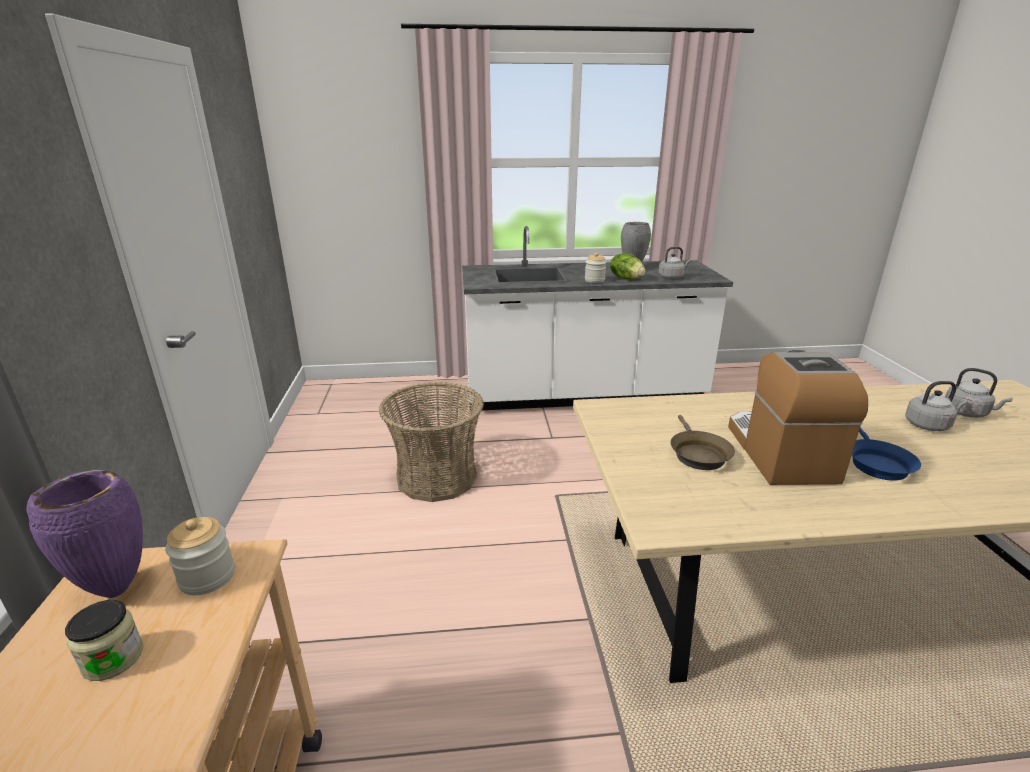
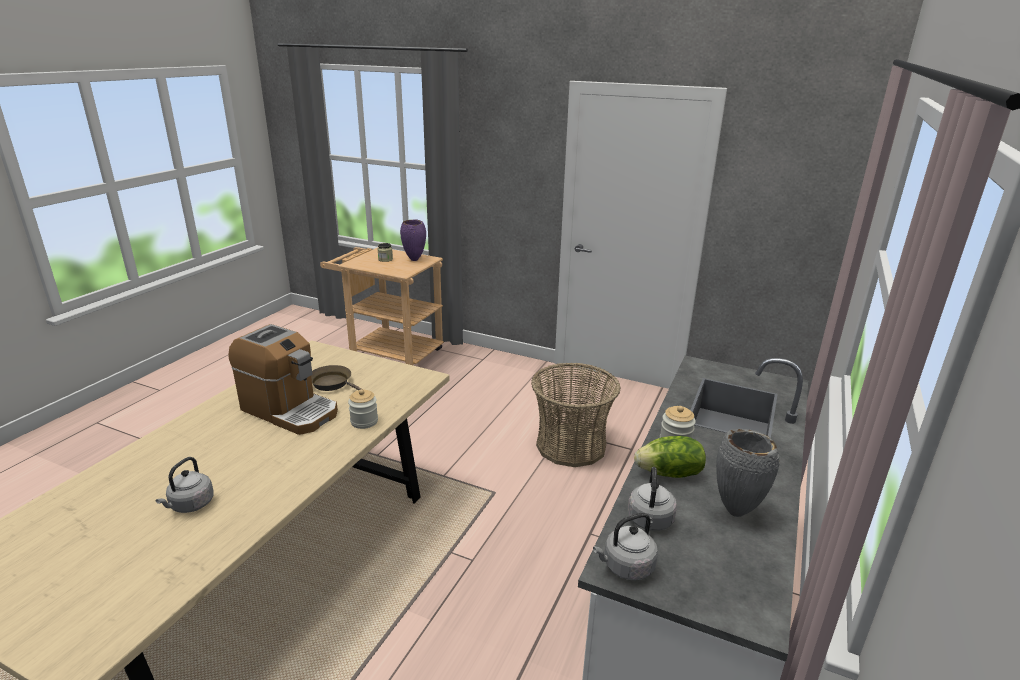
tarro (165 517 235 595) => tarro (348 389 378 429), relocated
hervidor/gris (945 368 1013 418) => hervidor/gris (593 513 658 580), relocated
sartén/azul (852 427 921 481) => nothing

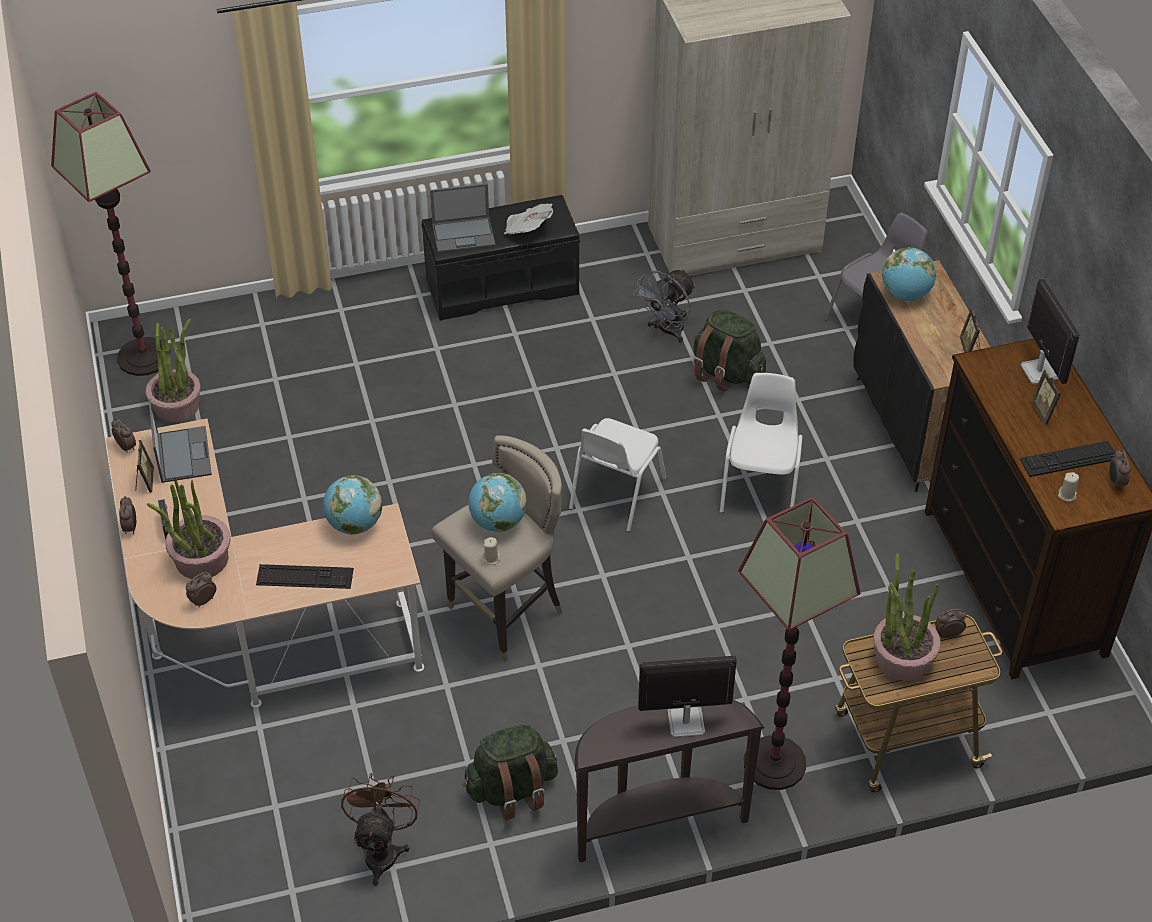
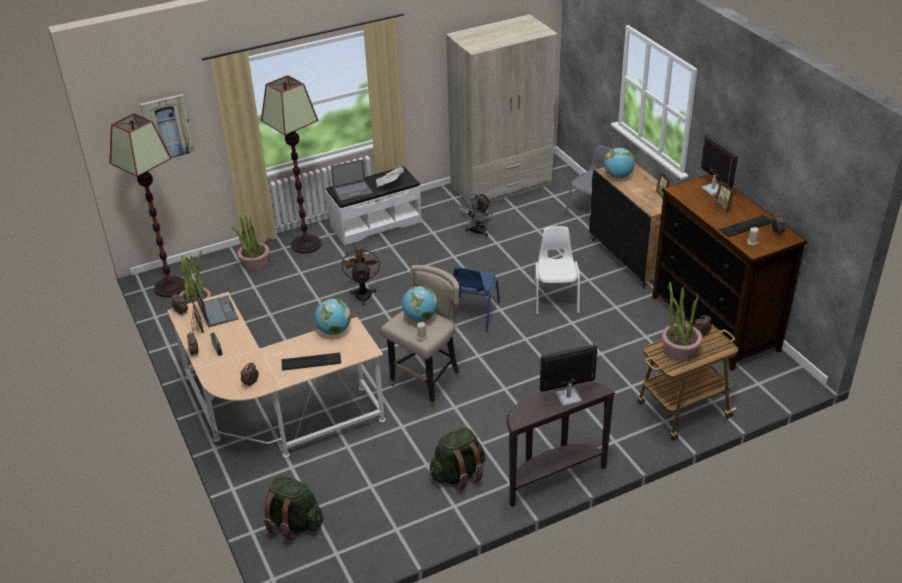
nothing => cuadro (140 94 195 158)
planta en maceta (147 476 230 579) => planta en maceta (231 216 269 271), relocated
lámpara de pie (738 497 860 790) => lámpara de pie (261 75 322 254), relocated
mochila/verde (693 309 766 392) => mochila/verde (263 477 323 541), relocated
banco/negro (421 195 580 321) => banco/blanco (326 166 422 245)
ventilador/marrón (341 773 420 886) => ventilador/marrón (342 246 380 306), relocated
silla/blanco (569 418 666 532) => silla/azul (453 267 500 332)

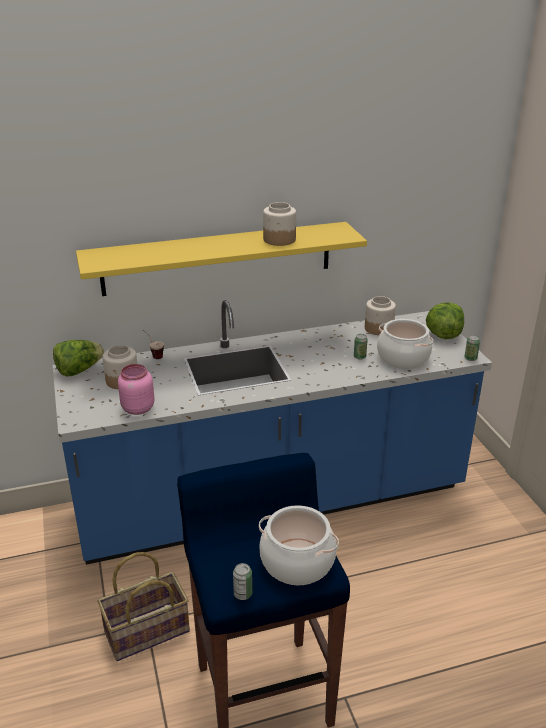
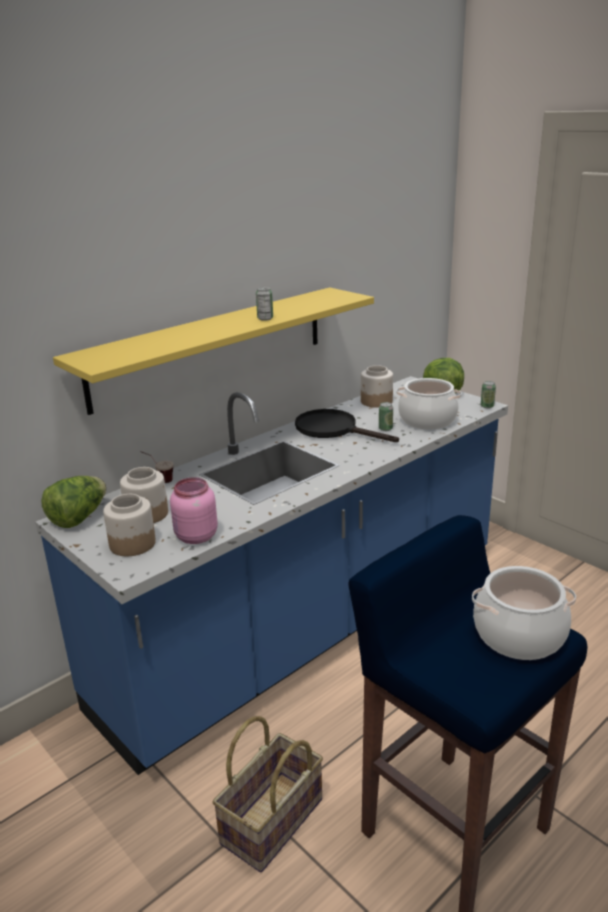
tarro (263 202 296 246) => tarro (103 494 156 556), relocated
lata (233 563 252 600) => lata (256 287 273 321), relocated
nothing => sartén/negro (295 409 399 442)

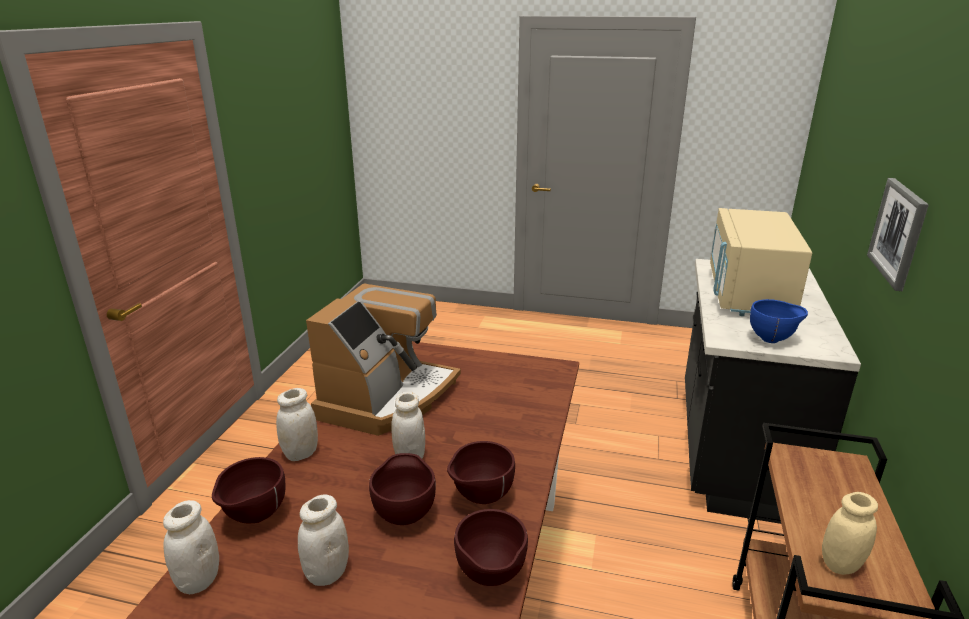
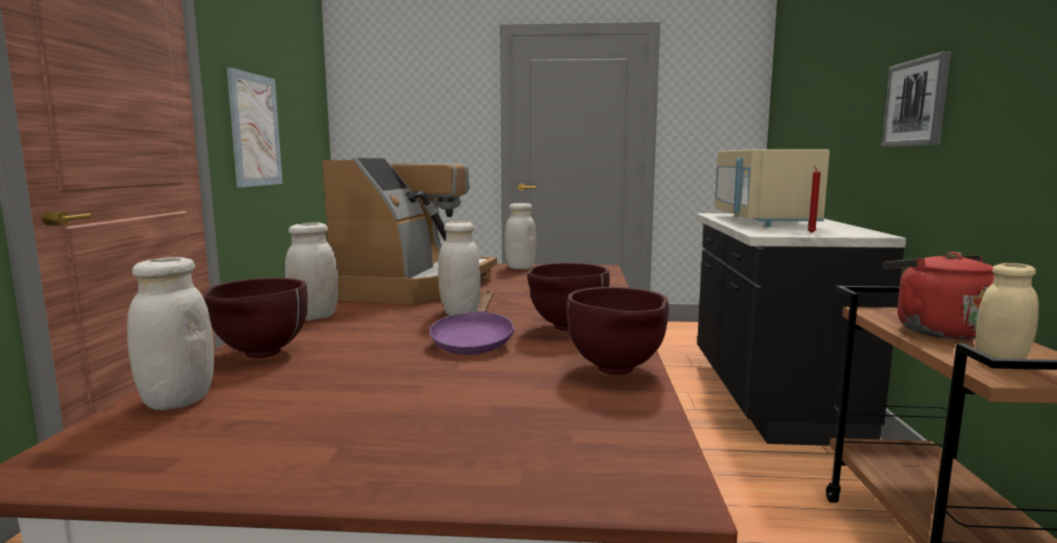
nothing => cuadro (227 67 283 187)
cuenco/marrón (369 453 436 525) => sartén/morado (429 291 515 355)
tarro/blanco (298 494 349 586) => tarro/blanco (504 203 536 269), relocated
cuenco/azul (750 299 808 343) => vela/rojo (808 165 821 233)
nothing => hervidor/rojo (884 252 995 340)

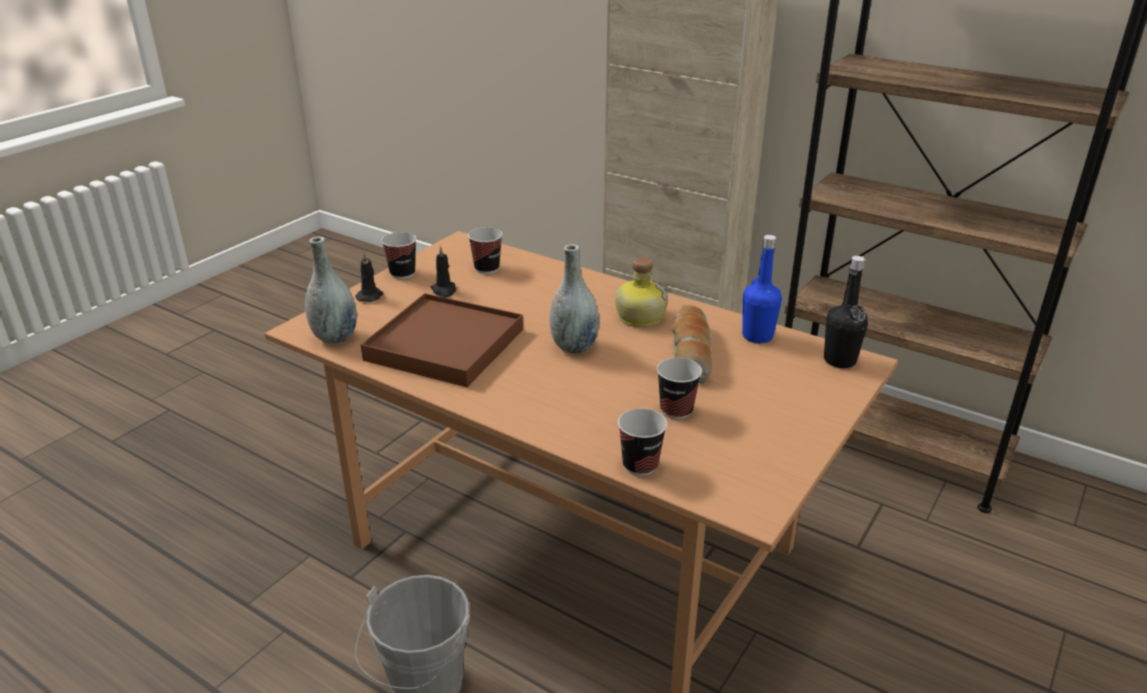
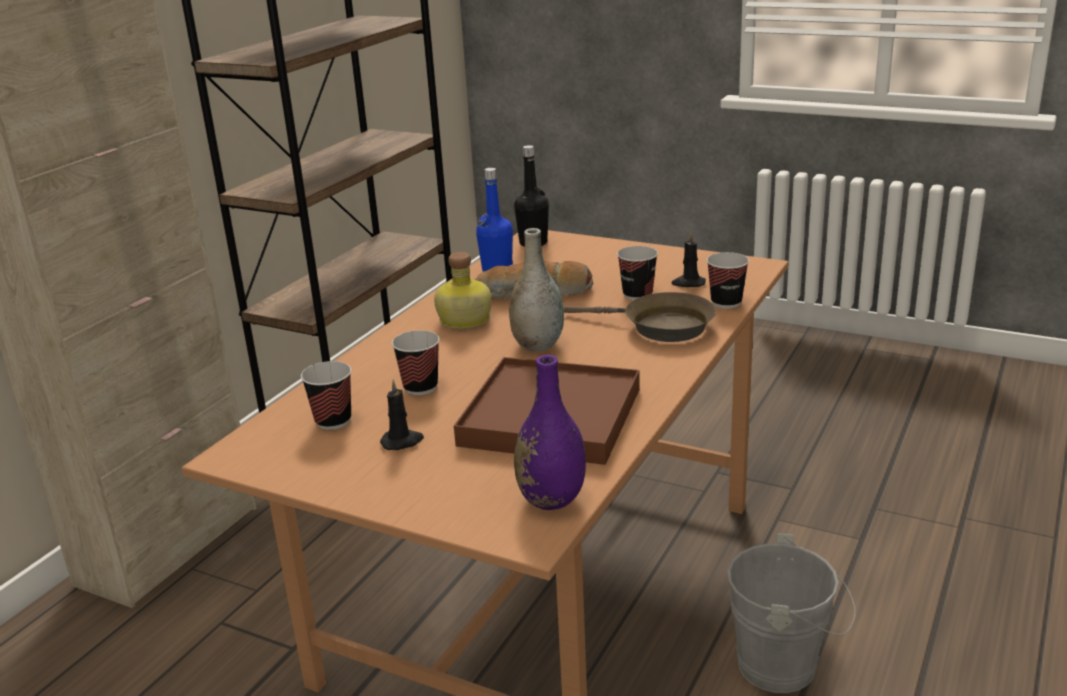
taza (381 232 417 279) => taza (392 330 440 395), relocated
florero/gris (305 237 357 344) => florero/morado (514 355 586 510)
nothing => sartén/marrón (564 292 716 342)
vela/negro (356 252 383 302) => vela/negro (672 232 706 287), relocated

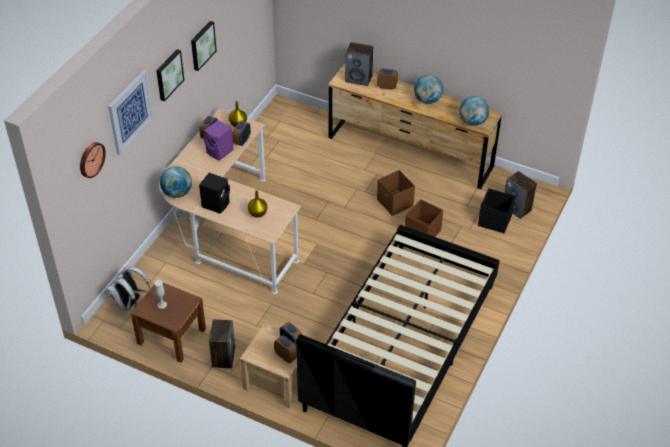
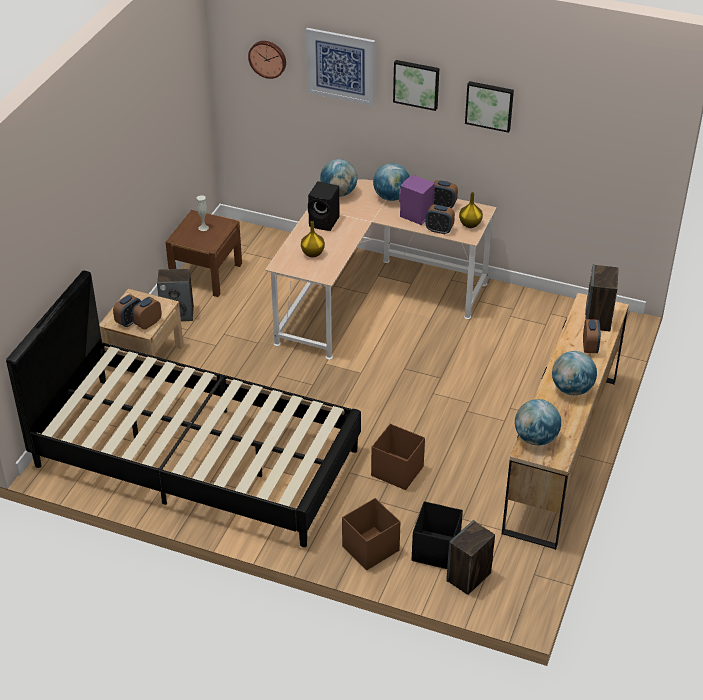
caja de almacenaje/marrón (377 170 415 216) => caja de almacenaje/marrón (342 498 400 570), relocated
nothing => globo terráqueo (373 163 410 201)
mochila/blanco (106 264 150 311) => nothing

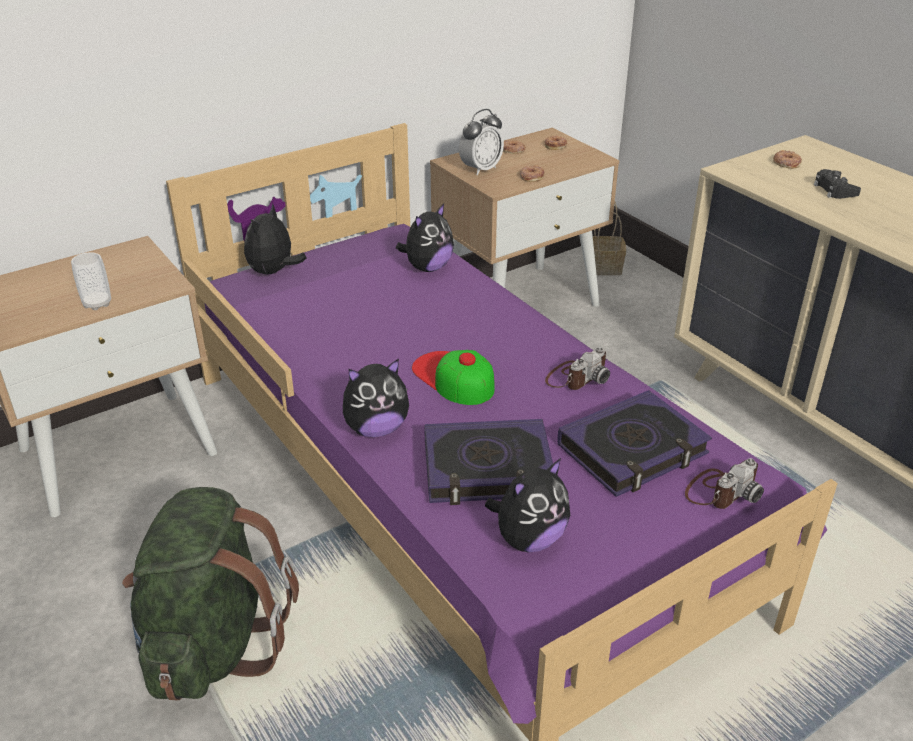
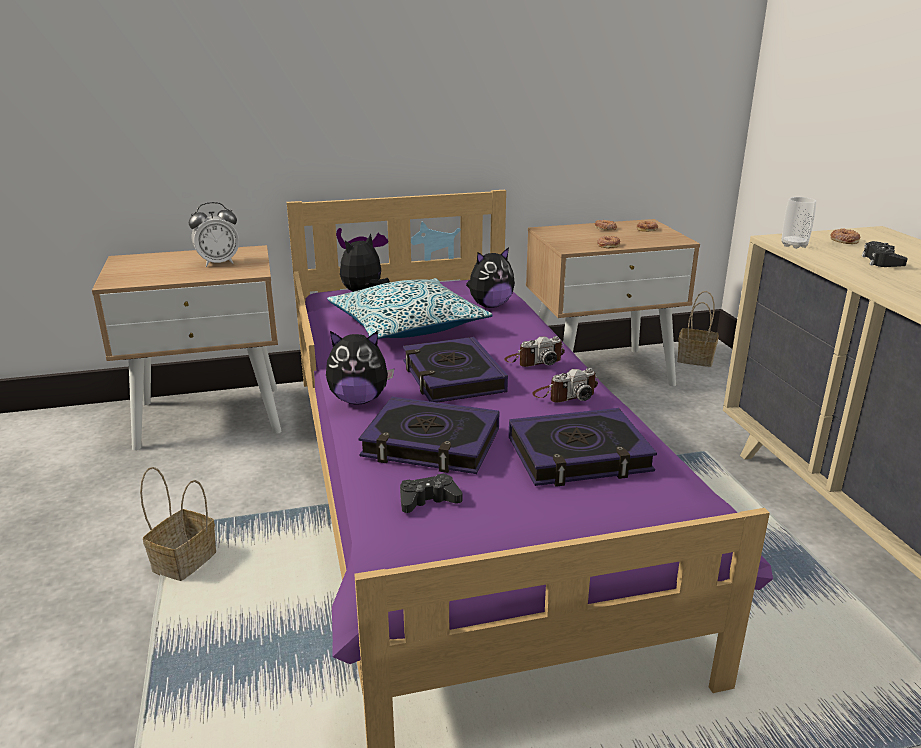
mochila/verde (122 487 299 700) => cesta (140 467 216 581)
despertador (459 109 504 175) => despertador (189 202 239 267), relocated
nothing => cojín (327 278 493 339)
peluche (485 458 570 552) => mando de consola/negro (400 473 462 513)
gorra (412 350 495 405) => libro (403 337 508 403)
cámara (685 458 764 509) => cámara (504 336 565 367), relocated
taza (71 252 111 310) => taza (781 197 817 249), relocated

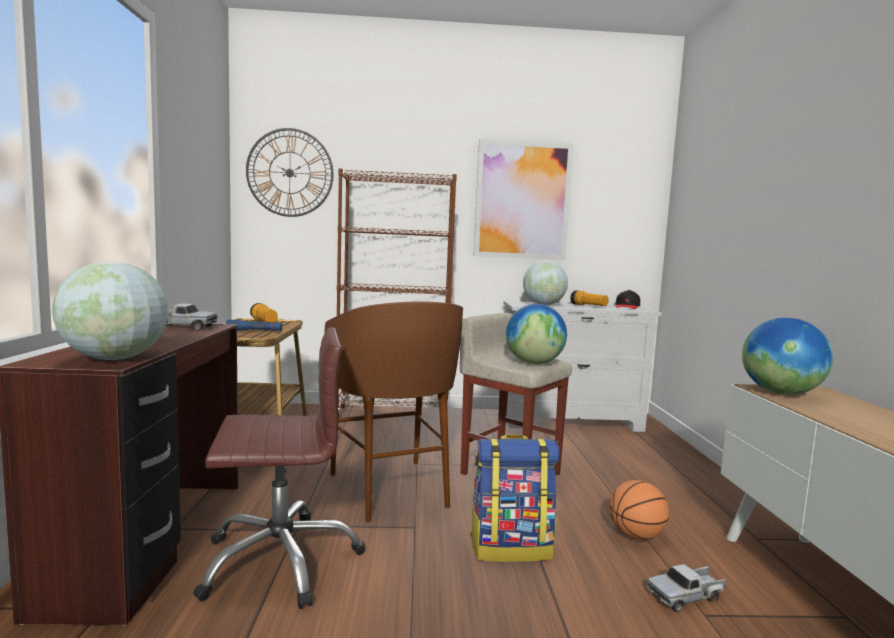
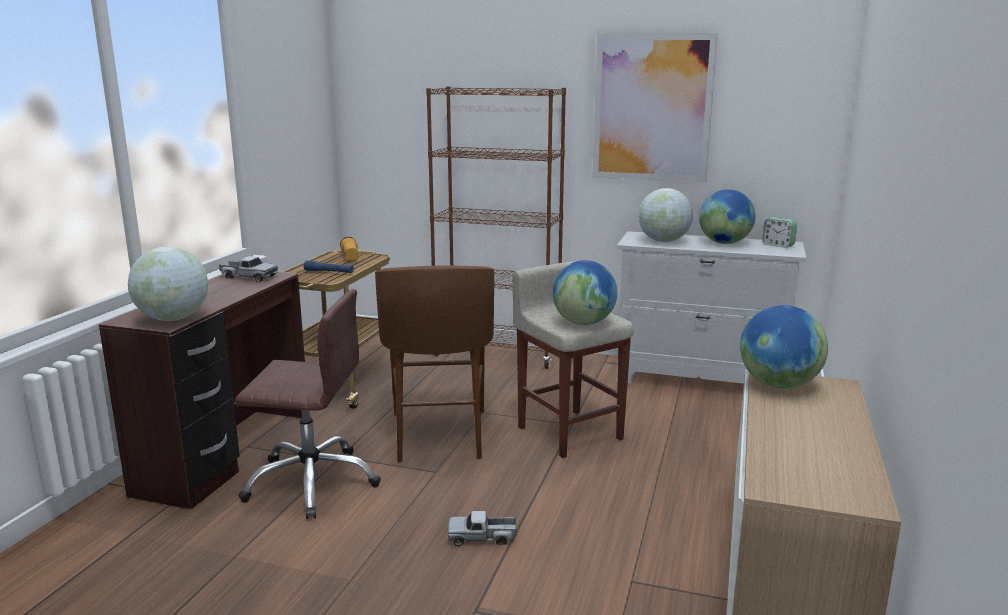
camión de juguete (647 564 726 612) => camión de juguete (447 511 517 546), relocated
linterna (570 290 609 306) => globo terráqueo (699 189 755 244)
gorra/negro (616 290 640 309) => despertador (762 217 797 248)
reloj de pared (246 128 334 217) => nothing
mochila (470 435 560 562) => nothing
balón de baloncesto (609 480 669 540) => nothing

